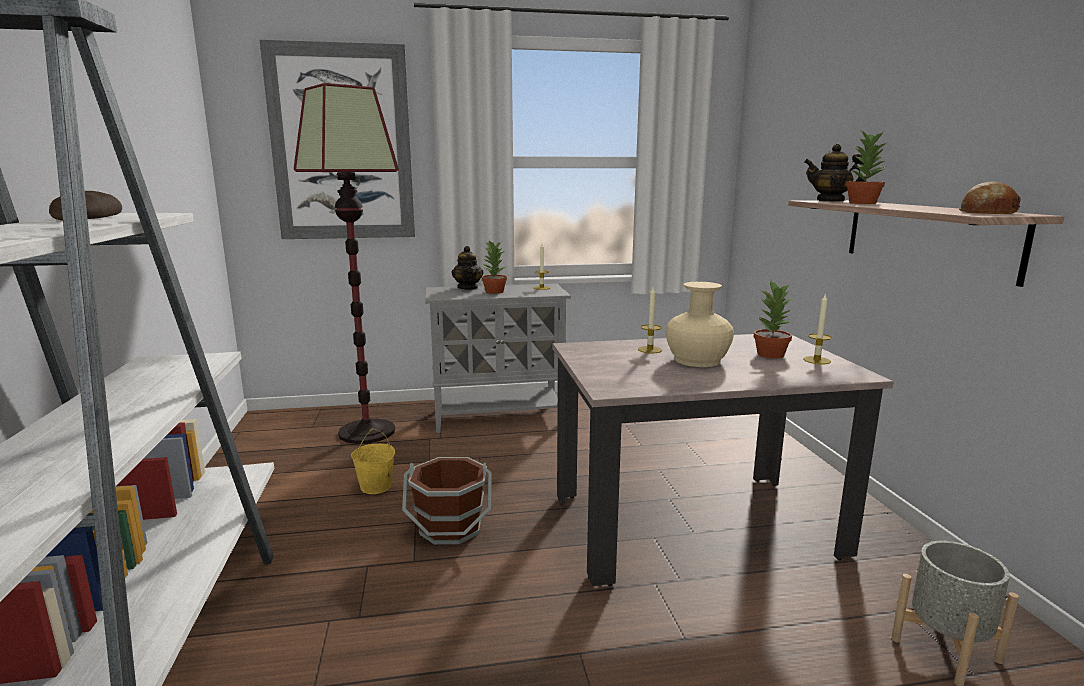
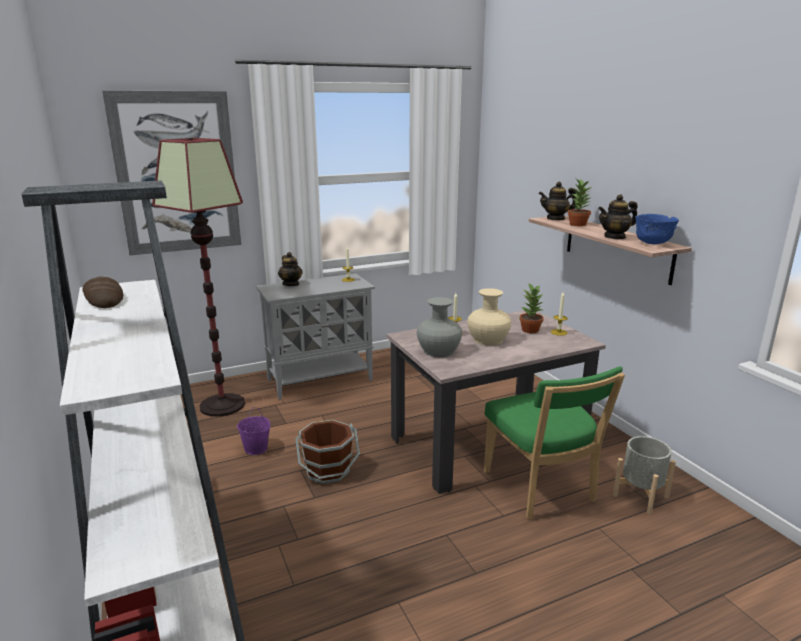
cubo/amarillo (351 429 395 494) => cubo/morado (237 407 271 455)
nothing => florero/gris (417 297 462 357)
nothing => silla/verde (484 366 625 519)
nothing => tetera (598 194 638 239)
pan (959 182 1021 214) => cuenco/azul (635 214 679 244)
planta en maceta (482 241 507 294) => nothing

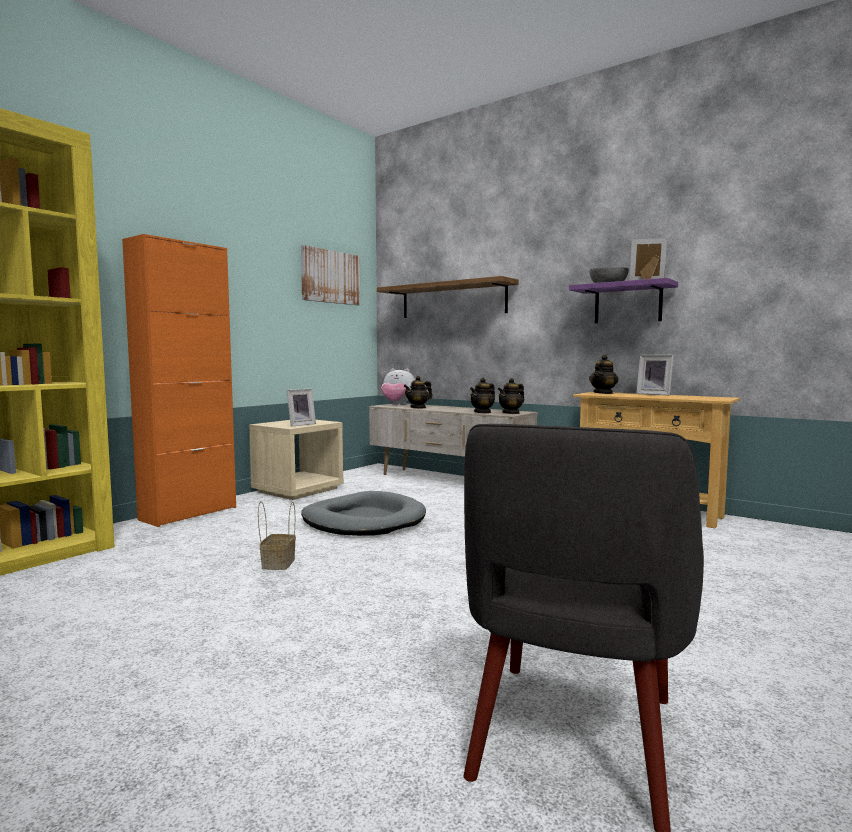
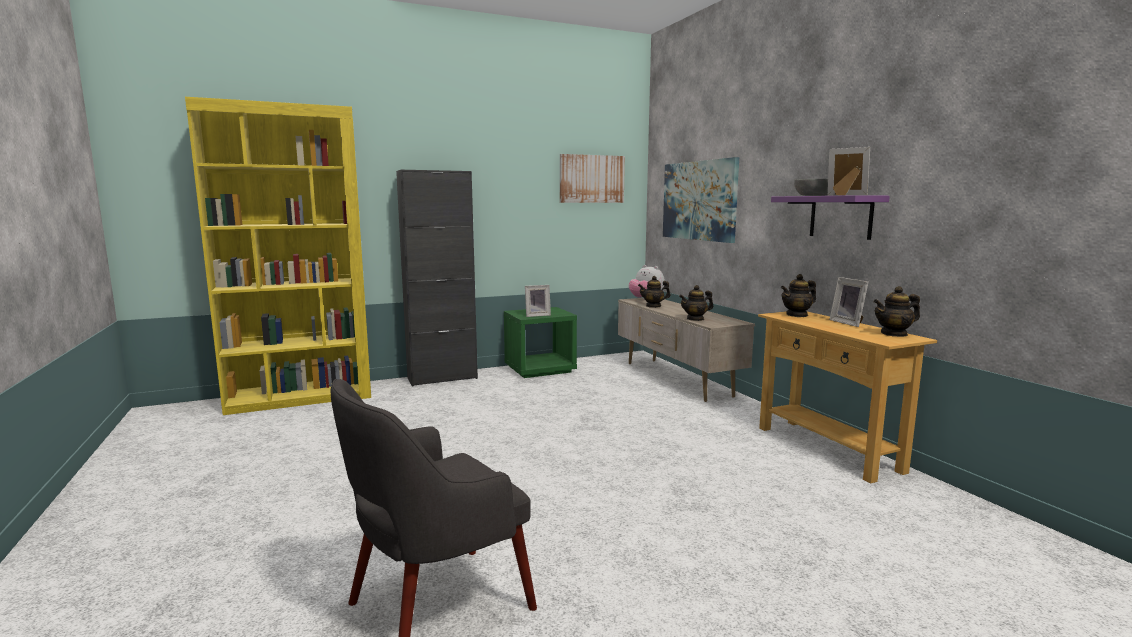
armario/naranja (122 234 236 527) => armario/negro (396 170 478 387)
mesita de noche/beis (249 420 344 500) => mesita de noche/verde (504 307 577 378)
estante (377 276 519 318) => cuadro (663 157 739 243)
tetera (498 378 525 414) => tetera (873 286 920 337), relocated
cesta (258 501 296 570) => nothing
cama para perro/gris (301 491 426 536) => nothing

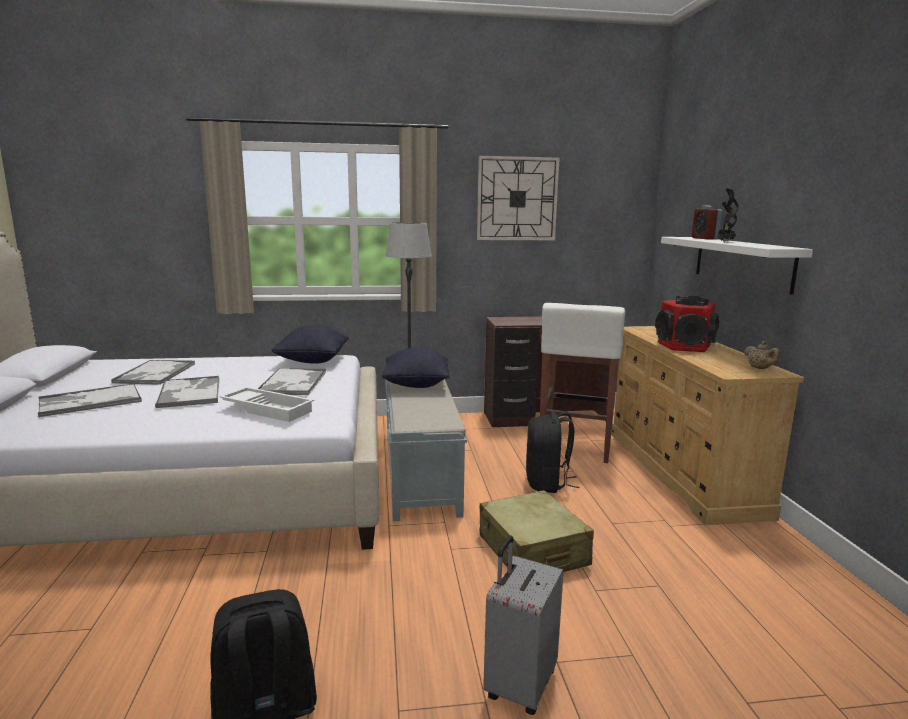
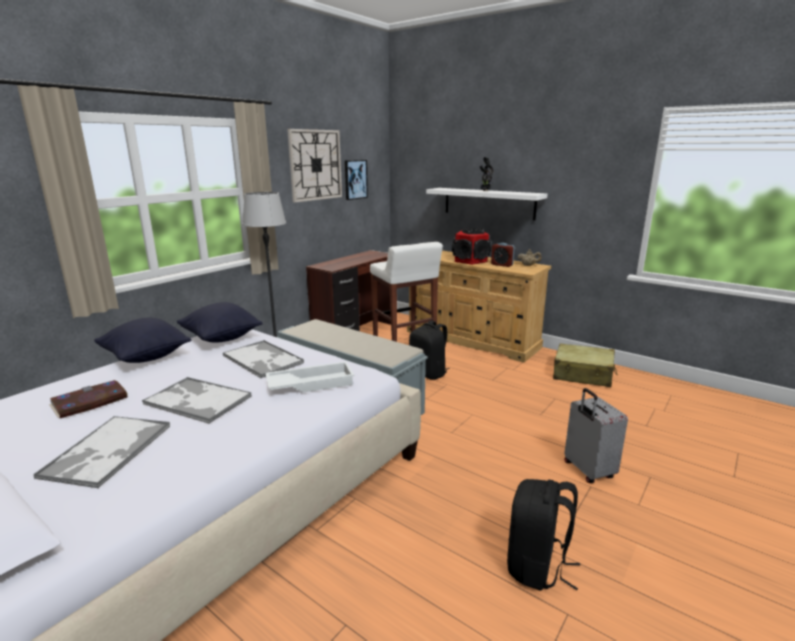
bandeja (111 360 195 385) => libro (49 380 128 418)
cojín/negro (382 347 450 388) => cojín/negro (94 318 191 363), relocated
nothing => cuadro (345 160 368 200)
despertador (692 205 722 239) => despertador (491 243 515 267), relocated
maleta/beis (480 490 594 572) => maleta/beis (553 343 618 387), relocated

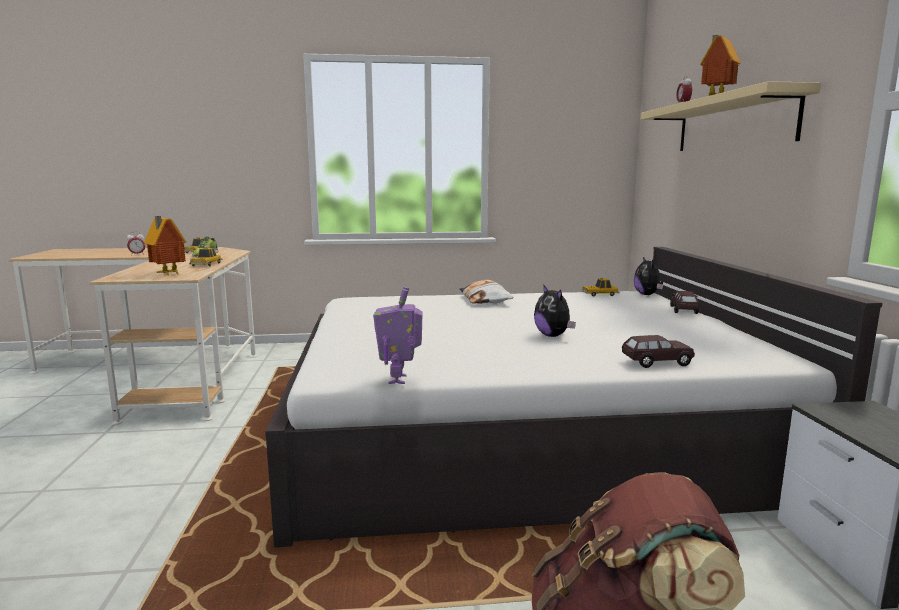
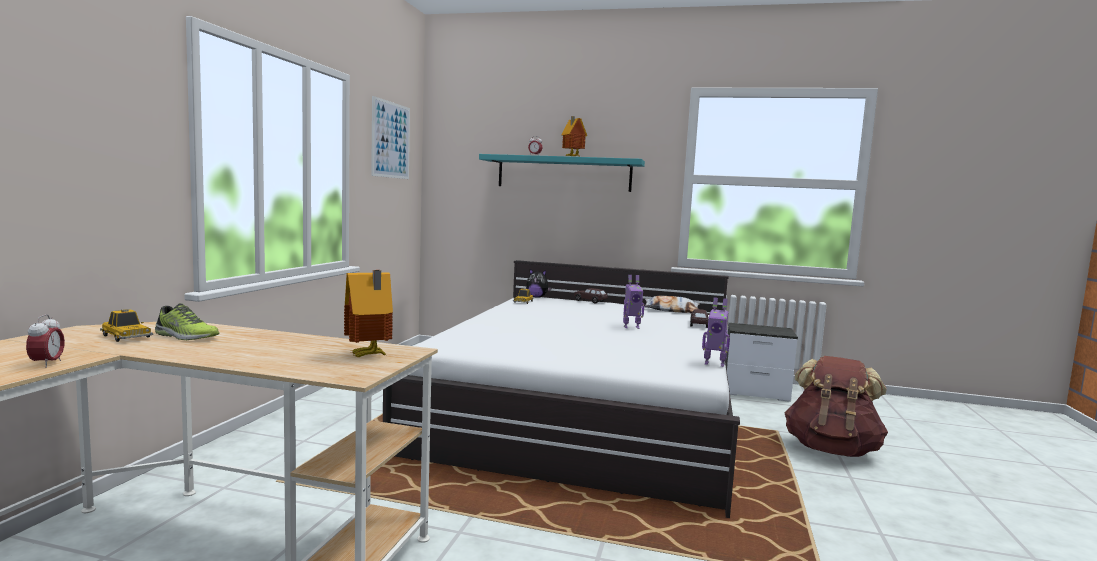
nothing => cuadro (371 96 410 179)
estante/beis (640 81 821 151) => estante/turquesa (479 154 645 192)
peluche (534 284 576 337) => robot de juguete (623 275 644 329)
cojín (460 280 513 304) => cojín (645 296 699 313), relocated
coche de juguete (189 247 222 266) => nothing

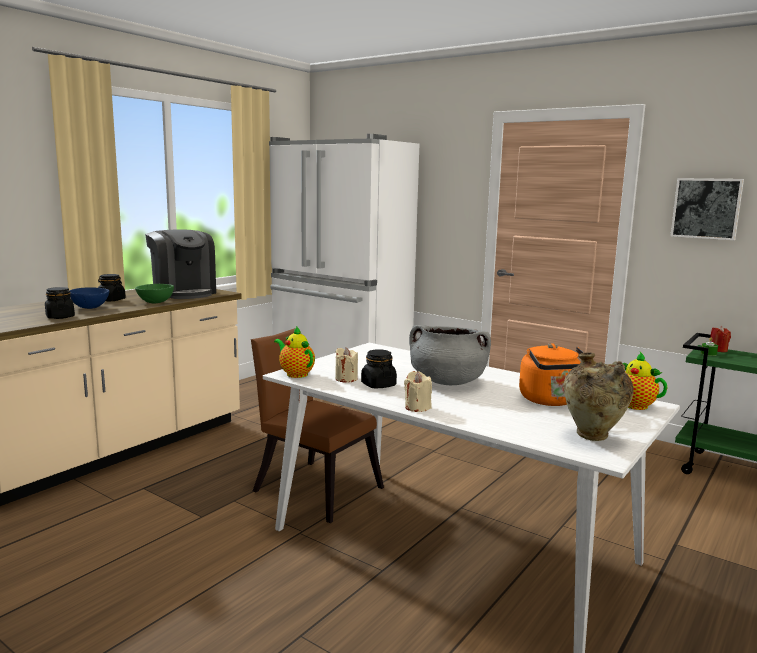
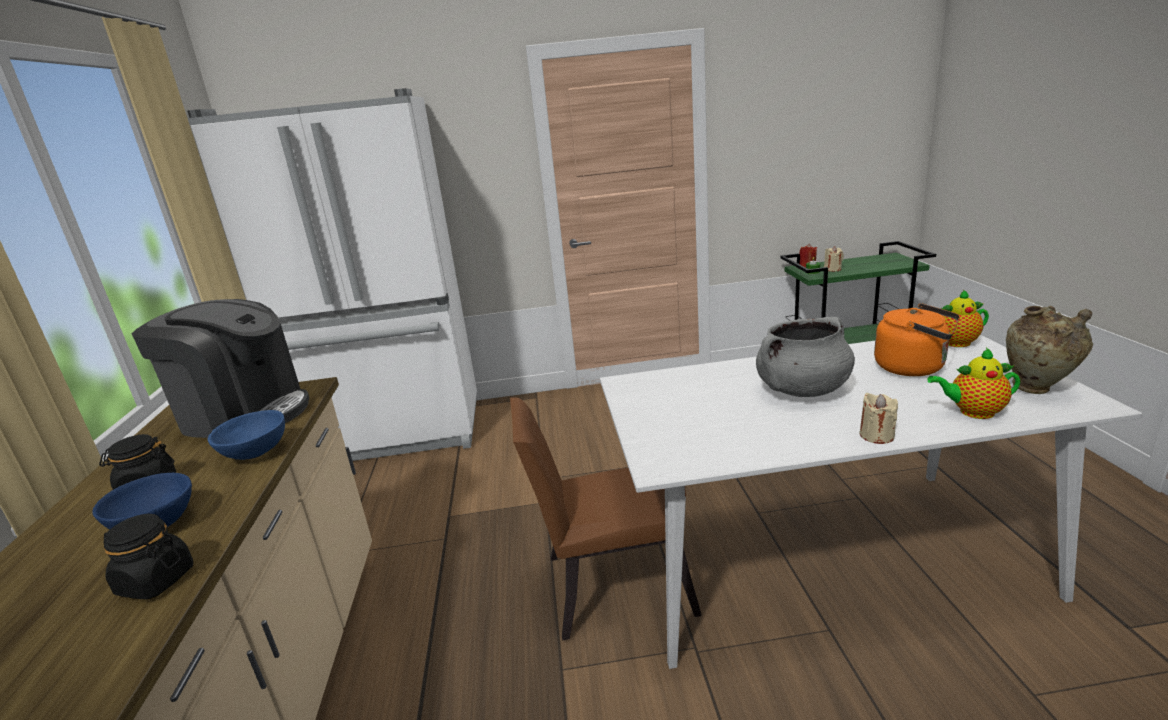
cuenco/verde (135 284 174 303) => cuenco/azul (208 410 285 460)
vela/beis (335 347 358 383) => vela/beis (824 246 844 272), relocated
tetera (274 326 315 378) => tetera (927 348 1020 419), relocated
tarro/negro (361 349 397 389) => nothing
cuadro (670 178 744 240) => nothing

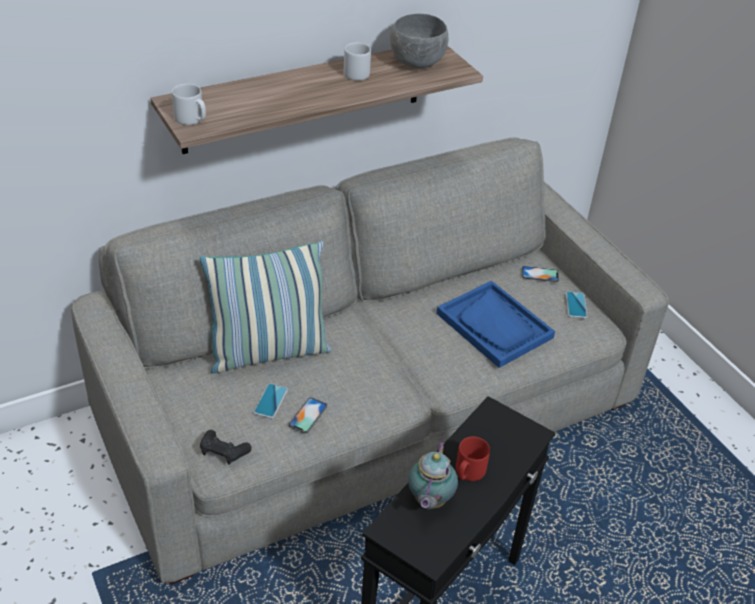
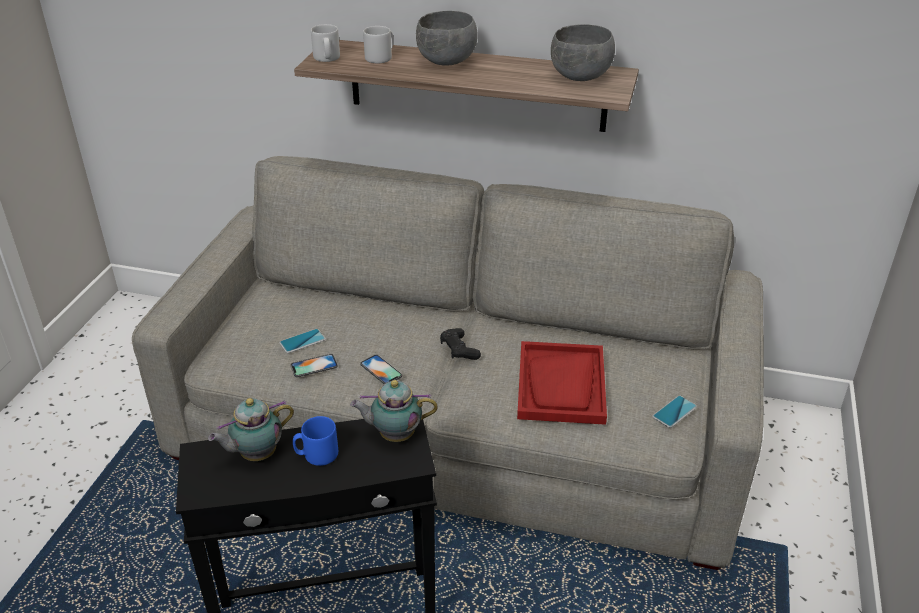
taza grande/rojo (456 436 490 481) => taza grande/azul (293 416 338 466)
nothing => tetera (350 380 438 442)
móvil (522 266 559 282) => móvil (360 354 402 384), relocated
taza grande/gris (344 43 371 81) => taza grande/gris (363 26 393 63), relocated
nothing => cuenco/gris (416 11 478 66)
mando de consola/negro (200 430 251 465) => mando de consola/negro (440 328 481 360), relocated
bandeja/azul (437 281 555 368) => bandeja/rojo (517 341 607 425)
cojín (200 241 331 374) => nothing

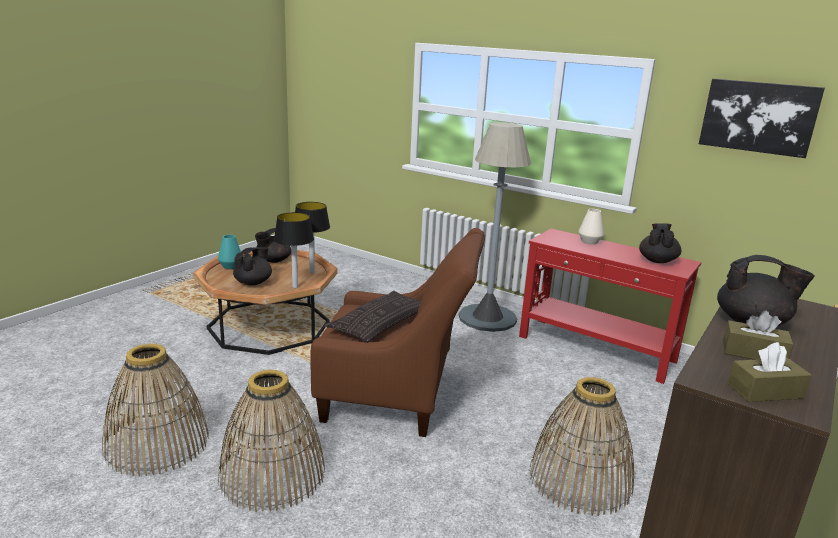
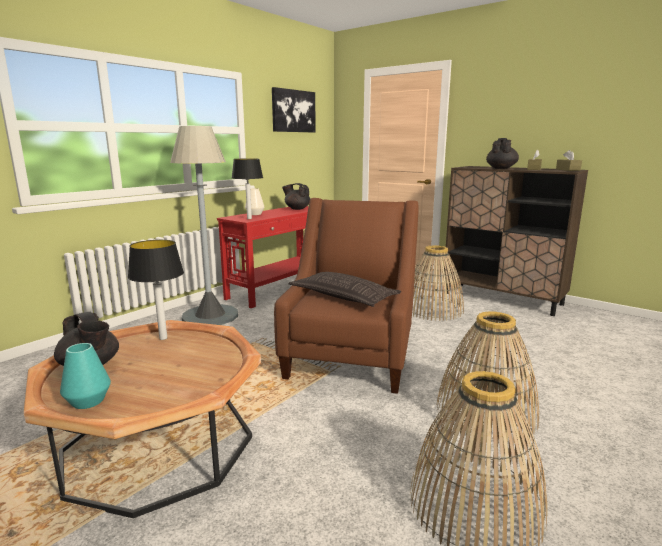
lámpara de mesa (274 212 314 288) => lámpara de mesa (232 158 263 219), relocated
tetera/negro (233 247 272 286) => nothing

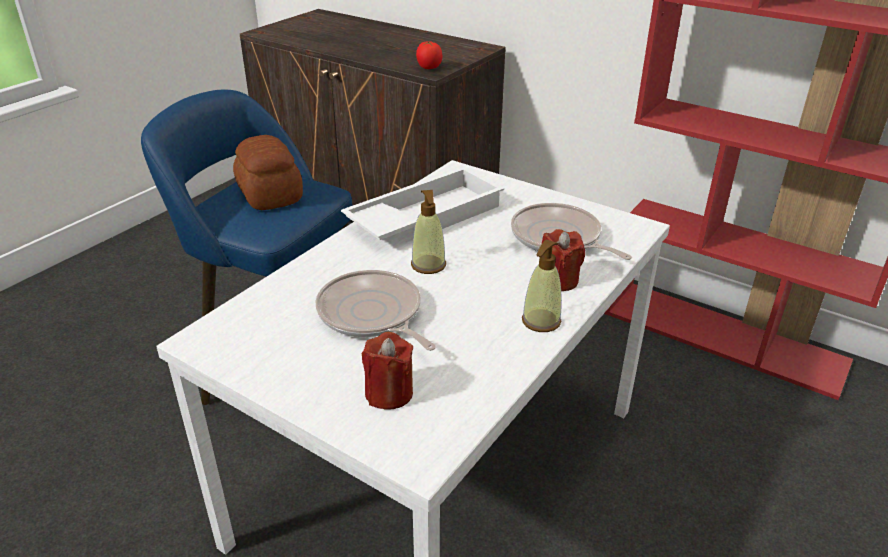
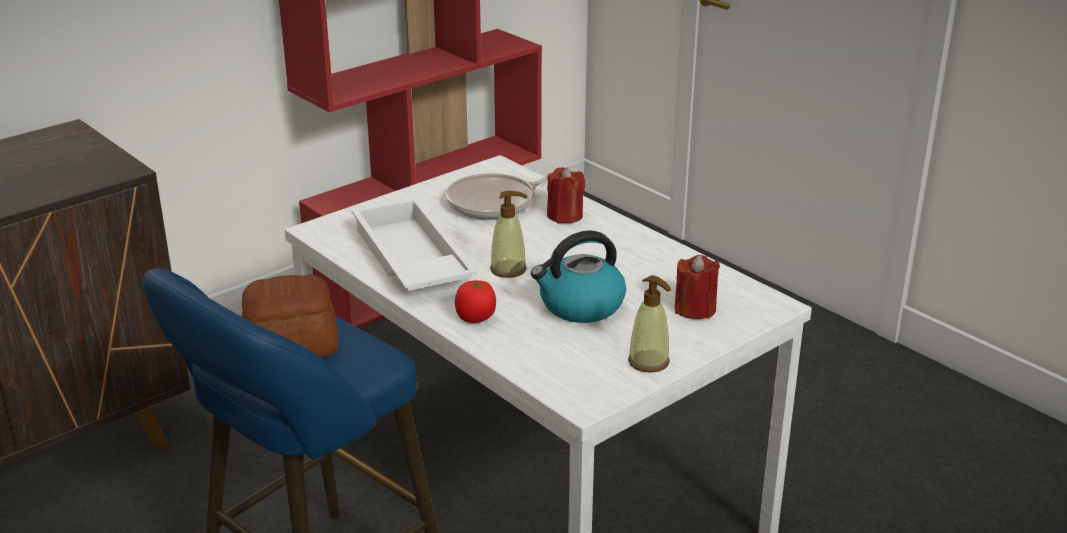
tomate (416 41 442 69) => tomate (455 280 496 323), relocated
sartén (315 270 436 351) => hervidor (531 231 626 323)
dispensador de jabón (522 239 562 332) => dispensador de jabón (628 276 671 373), relocated

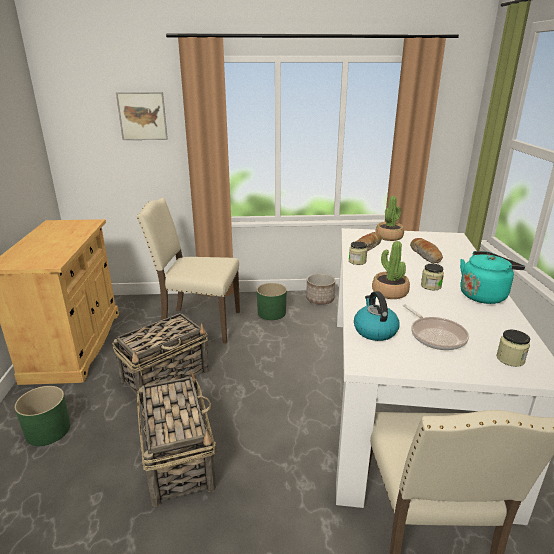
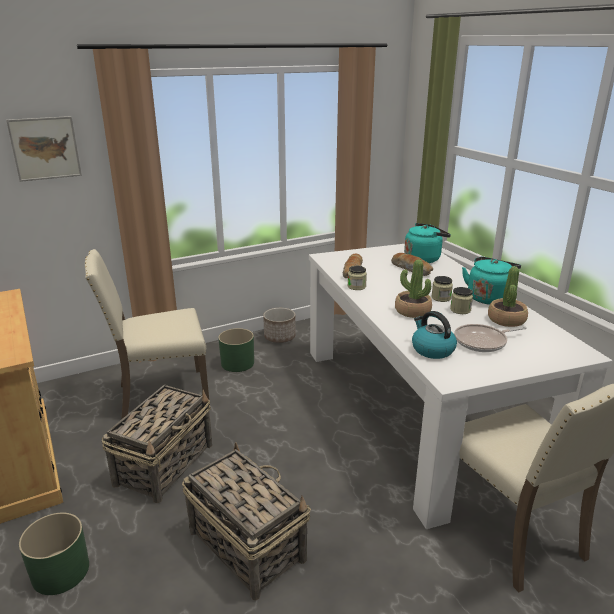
nothing => hervidor/turquesa (404 223 451 263)
tarro (496 330 530 367) => tarro (450 287 473 314), relocated
sartén (403 304 469 350) => sartén (454 324 527 352), 120 degrees clockwise
planta en maceta (375 196 404 241) => planta en maceta (488 266 528 327), relocated

